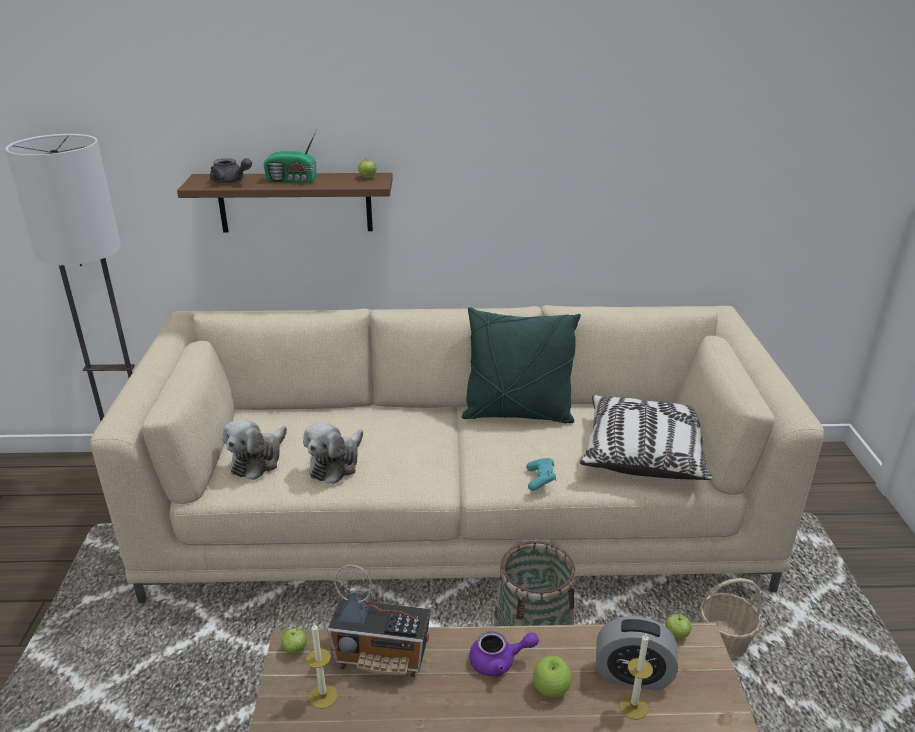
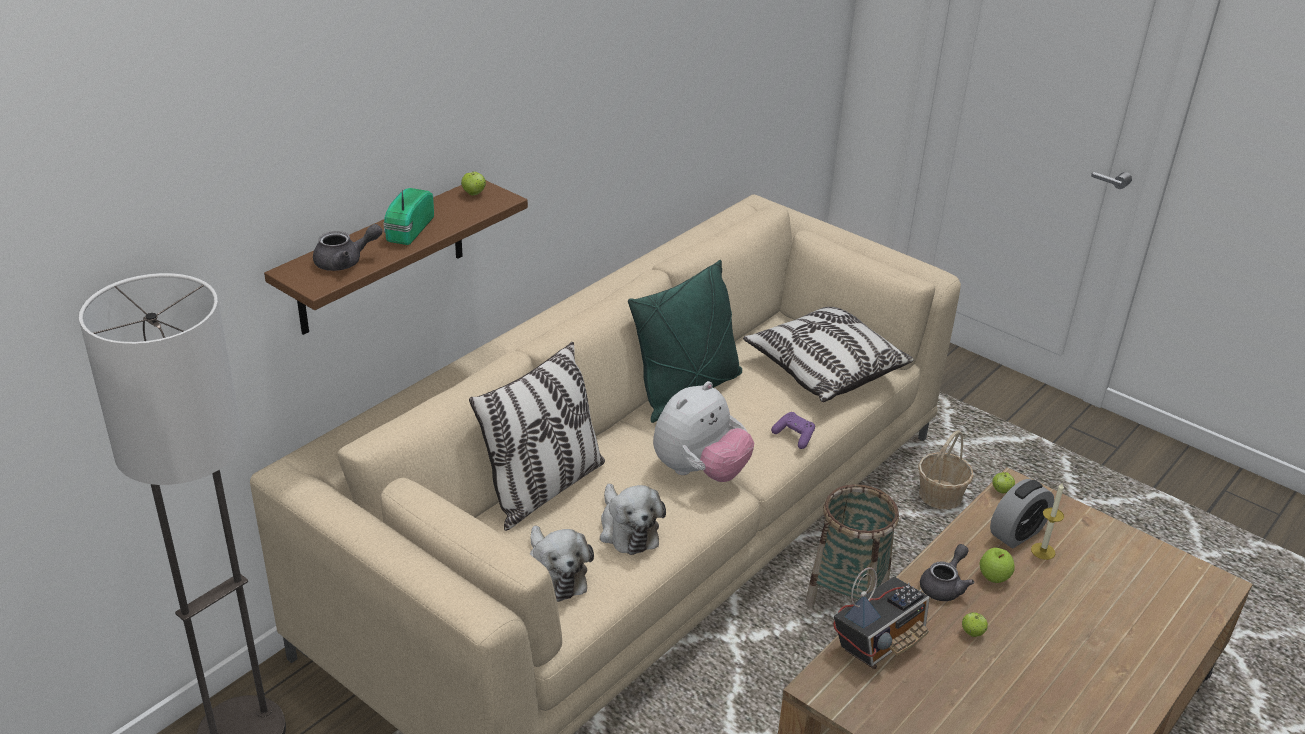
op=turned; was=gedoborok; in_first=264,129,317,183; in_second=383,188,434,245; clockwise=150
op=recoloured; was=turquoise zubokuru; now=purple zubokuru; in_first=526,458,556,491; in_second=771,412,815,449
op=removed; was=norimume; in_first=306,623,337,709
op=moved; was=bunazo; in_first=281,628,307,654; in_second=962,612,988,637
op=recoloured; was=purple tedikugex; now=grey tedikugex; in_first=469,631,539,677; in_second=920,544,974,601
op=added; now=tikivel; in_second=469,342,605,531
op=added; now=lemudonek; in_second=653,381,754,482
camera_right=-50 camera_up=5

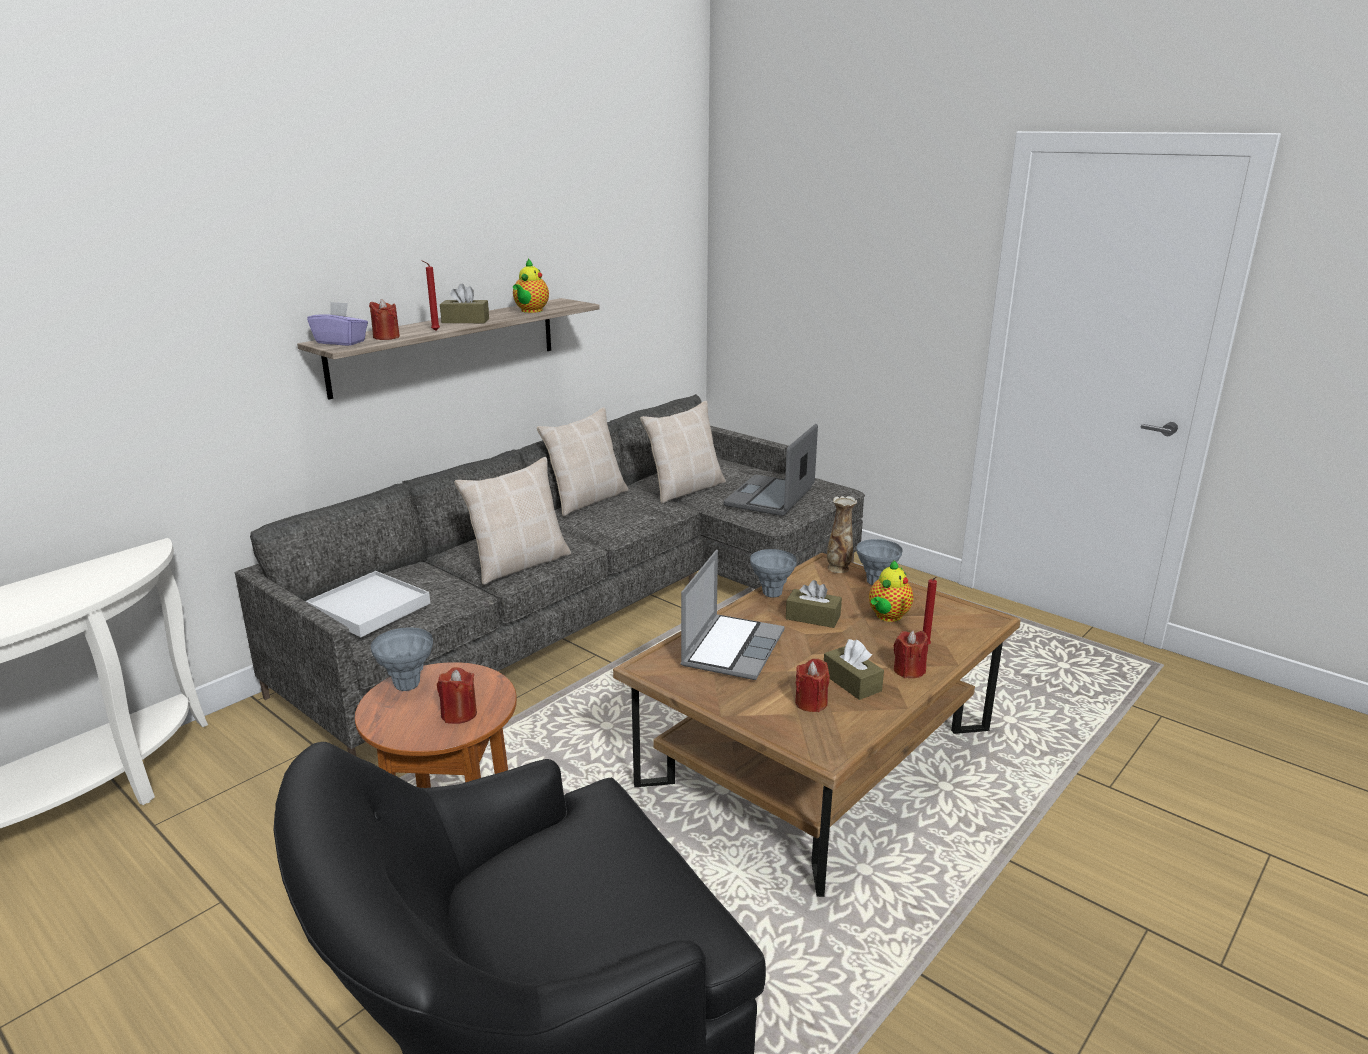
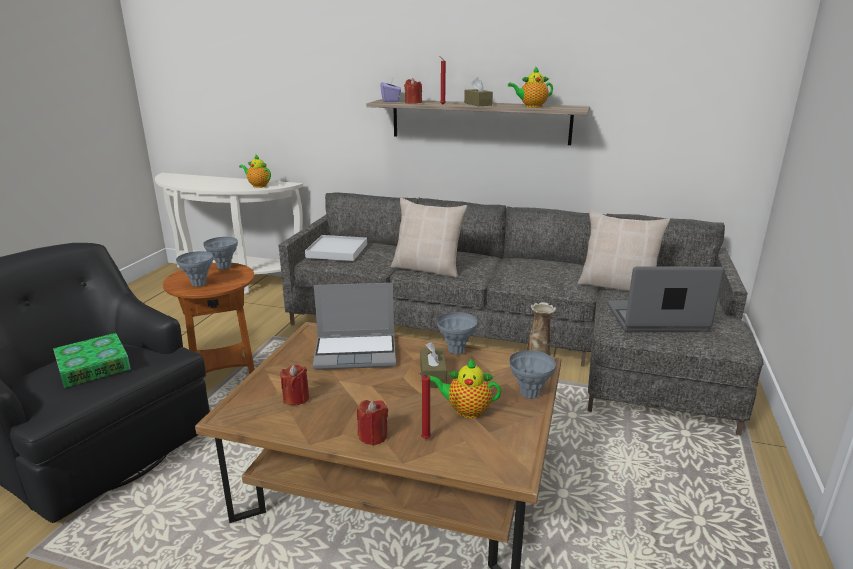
op=removed; was=beige tikivel; in_first=537,407,628,516
op=removed; was=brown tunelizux; in_first=824,639,884,700
op=replaced; was=red norimume; now=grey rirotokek; in_first=437,667,477,724; in_second=176,251,213,287
op=added; now=tedikugex; in_second=239,155,271,188
op=added; now=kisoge; in_second=53,333,131,388
camera_right=65 camera_up=0

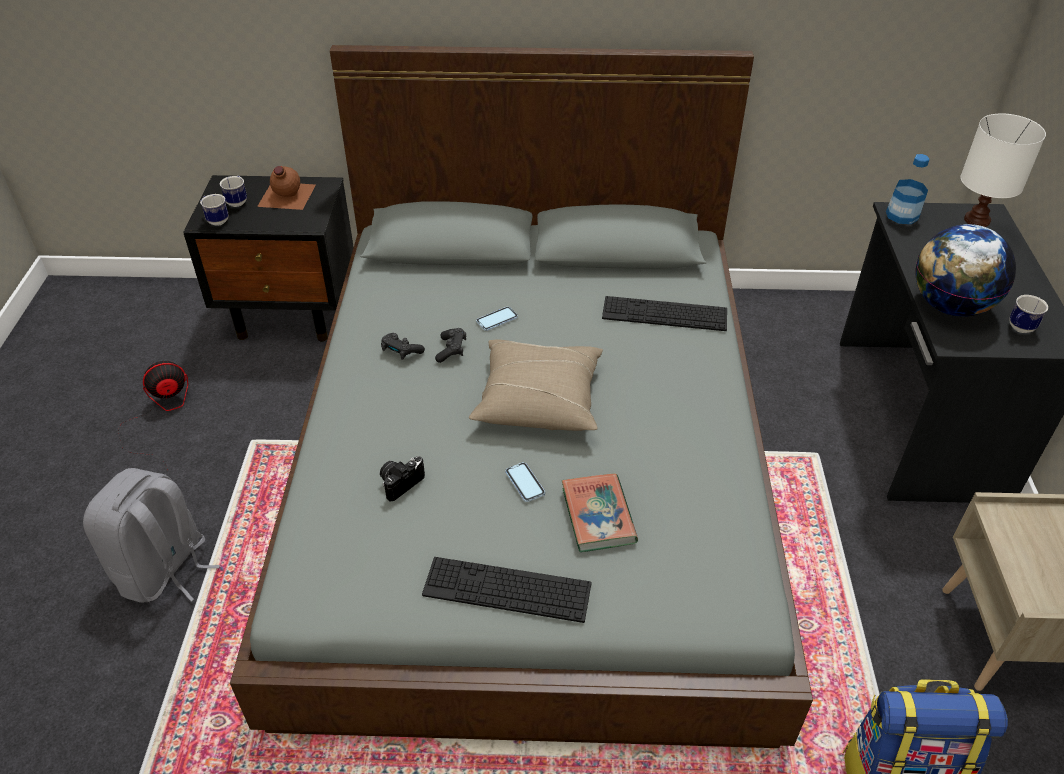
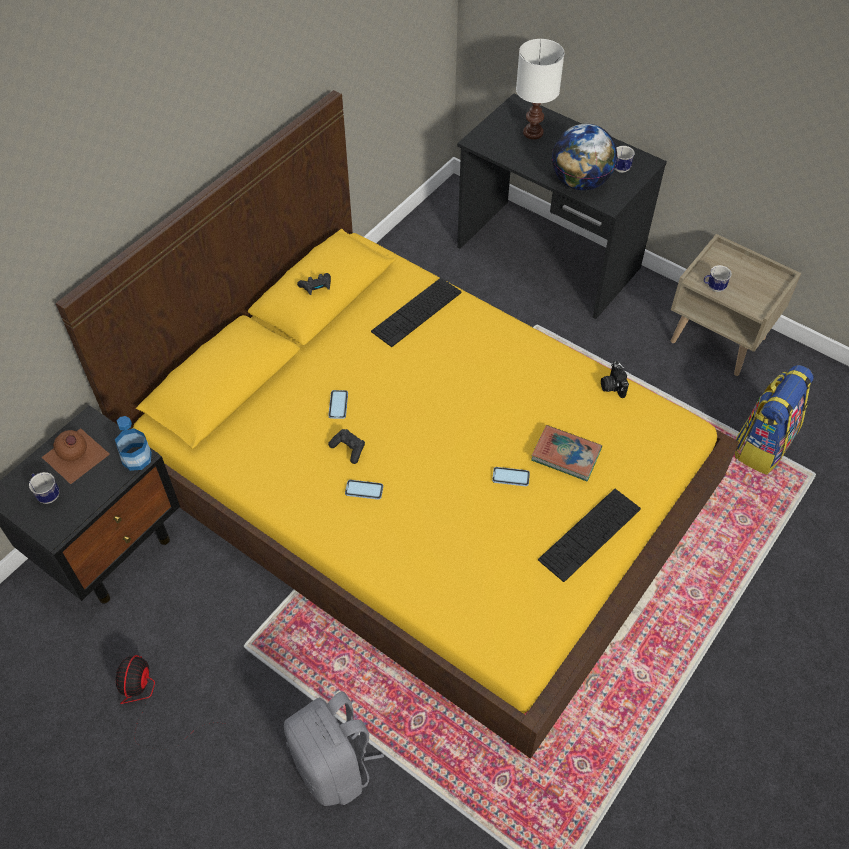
op=recoloured; was=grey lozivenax; now=yellow lozivenax; in_first=230,45,813,748; in_second=56,90,739,759
op=moved; was=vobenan; in_first=886,154,930,224; in_second=115,416,152,471
op=moved; was=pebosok; in_first=200,194,229,226; in_second=704,265,732,292
op=moved; was=black zubokuru; in_first=381,333,425,360; in_second=297,273,331,295
op=removed; was=beige tikivel; in_first=469,339,603,431
op=moved; was=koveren; in_first=380,456,425,502; in_second=601,361,629,398
op=added; now=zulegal; in_second=345,480,383,500
camera_right=-55 camera_up=10

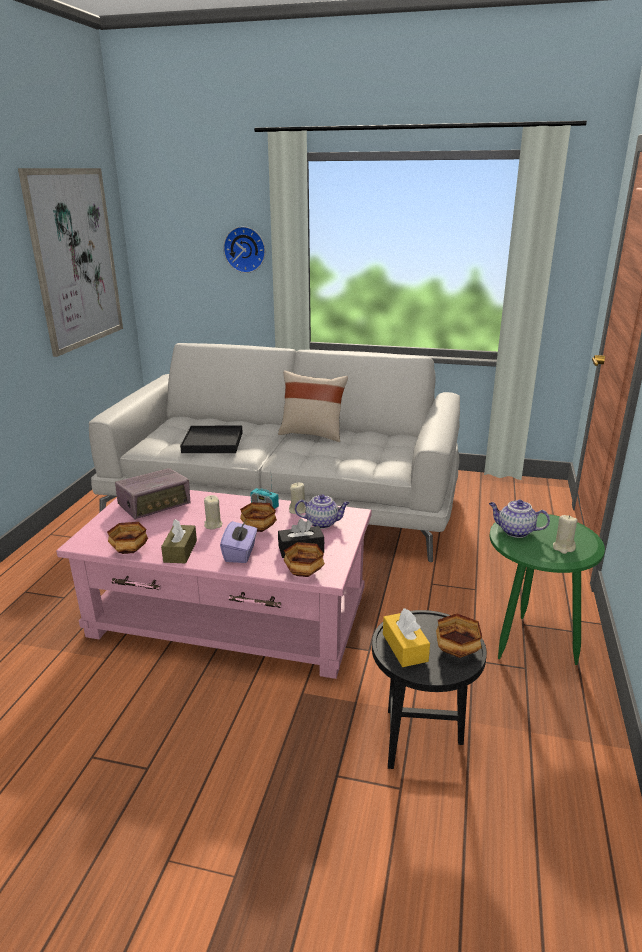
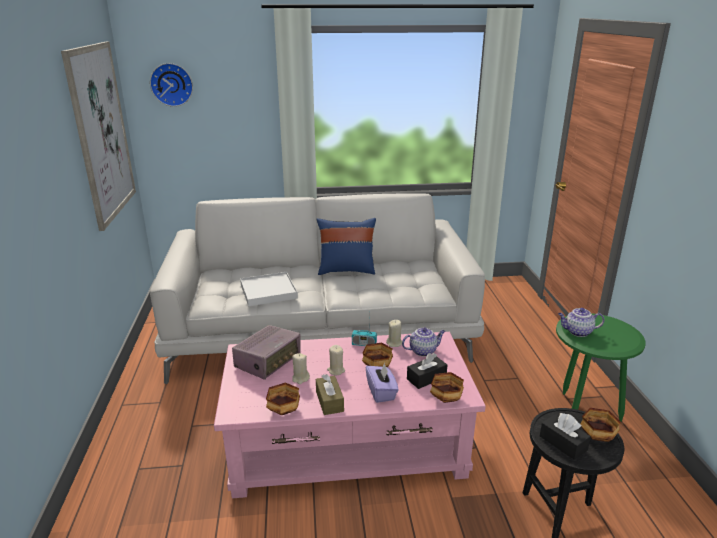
op=moved; was=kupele; in_first=223,226,265,273; in_second=150,63,193,107
op=recoloured; was=beige tikivel; now=blue tikivel; in_first=278,370,348,442; in_second=317,218,376,275
op=recoloured; was=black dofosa; now=white dofosa; in_first=180,426,243,453; in_second=240,272,298,306
op=moved; was=beige norimume; in_first=553,515,578,554; in_second=292,353,310,384
op=recoloured; was=yellow tunelizux; now=black tunelizux; in_first=383,608,430,667; in_second=540,413,591,460
camera_right=-20 camera_up=0

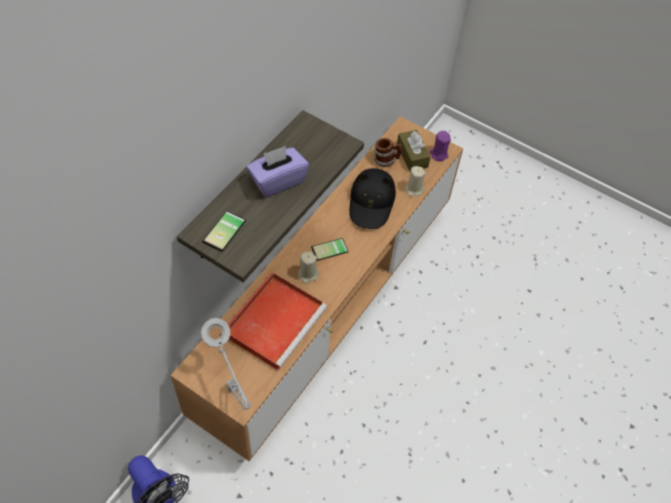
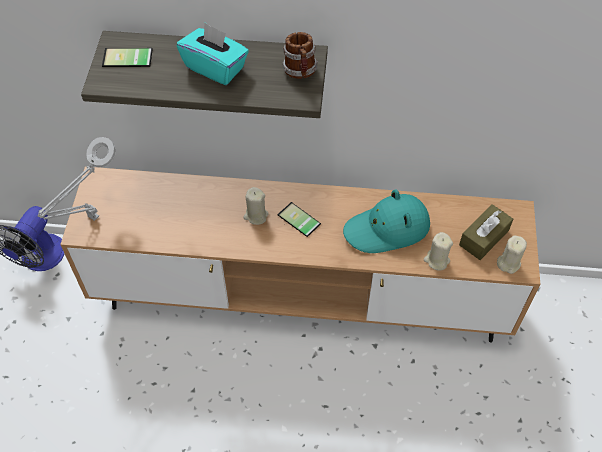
op=recoloured; was=purple norimume; now=beige norimume; in_first=430,131,451,161; in_second=497,236,527,274
op=moved; was=pebosok; in_first=374,138,402,167; in_second=282,32,318,79
op=recoloured; was=purple tunelizux; now=turquoise tunelizux; in_first=247,146,309,197; in_second=177,23,249,85
op=recoloured; was=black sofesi; now=turquoise sofesi; in_first=349,168,396,229; in_second=343,189,430,253
op=removed; was=red dofosa; in_first=228,272,327,370
camera_right=65 camera_up=0

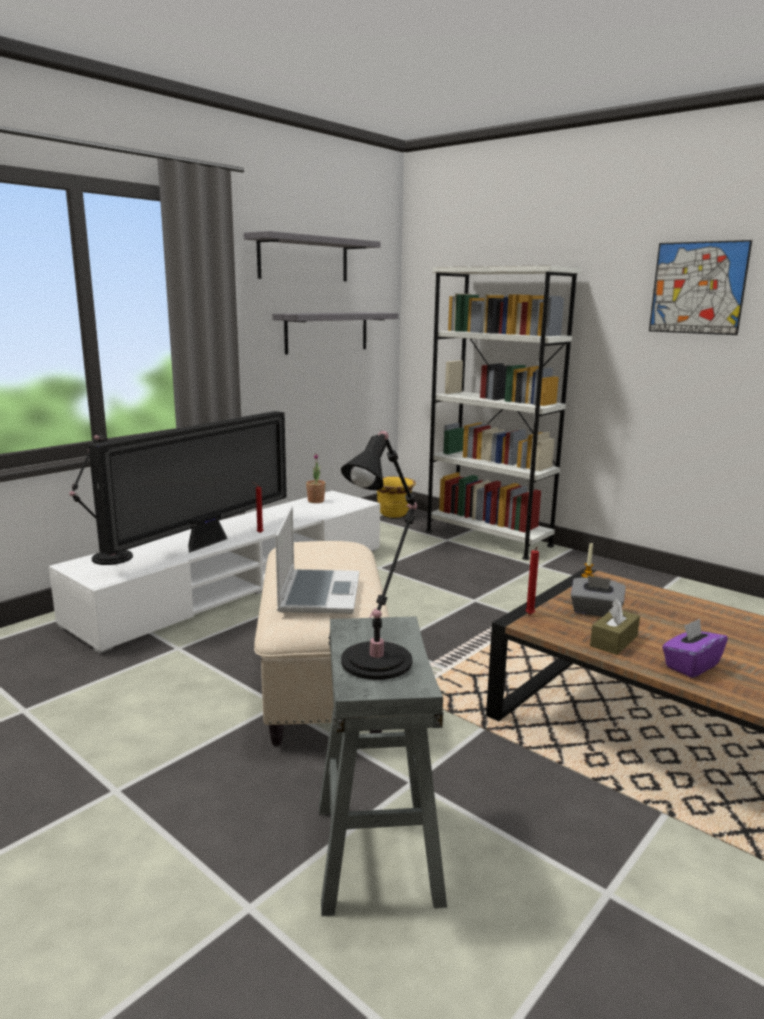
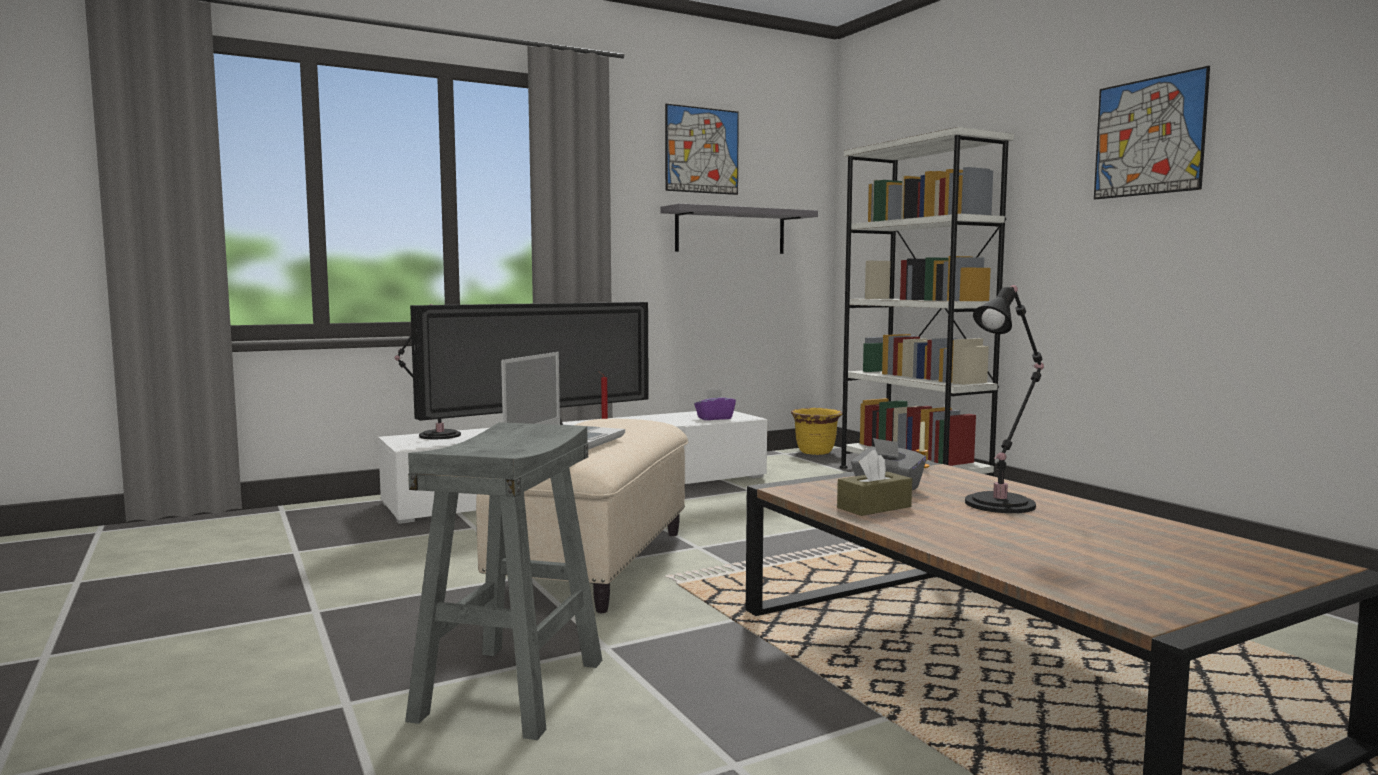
op=replaced; was=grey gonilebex; now=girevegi; in_first=244,231,381,281; in_second=665,104,739,195
op=moved; was=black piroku; in_first=341,430,417,680; in_second=965,285,1044,513
op=removed; was=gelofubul; in_first=306,454,326,503
op=removed; was=red norimume; in_first=525,547,539,615
op=moved; was=purple tunelizux; in_first=662,619,728,678; in_second=694,389,736,420
camera_right=20 camera_up=-10

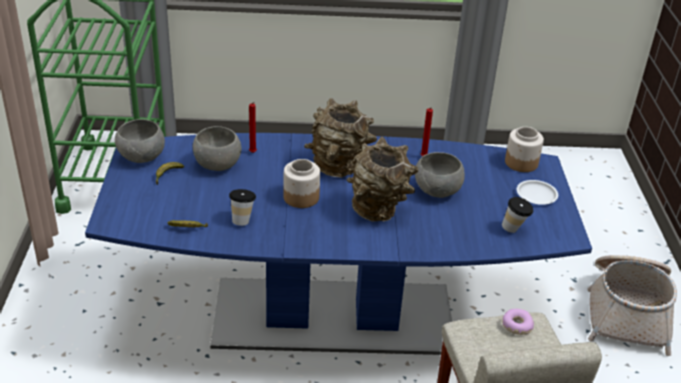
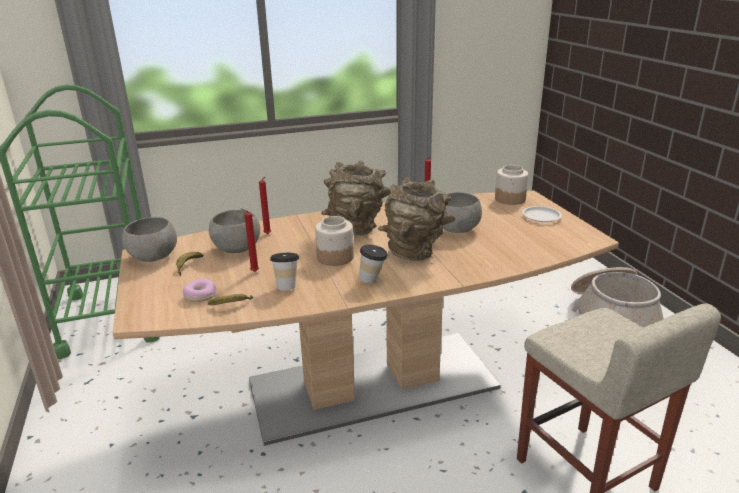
op=recoloured; was=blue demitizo; now=brown demitizo; in_first=85,133,592,355; in_second=113,191,619,446
op=moved; was=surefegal; in_first=502,197,533,233; in_second=359,245,388,284
op=moved; was=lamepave; in_first=502,309,534,335; in_second=183,279,216,302
op=added; now=red norimume; in_second=242,209,259,272
camera_right=-15 camera_up=-10

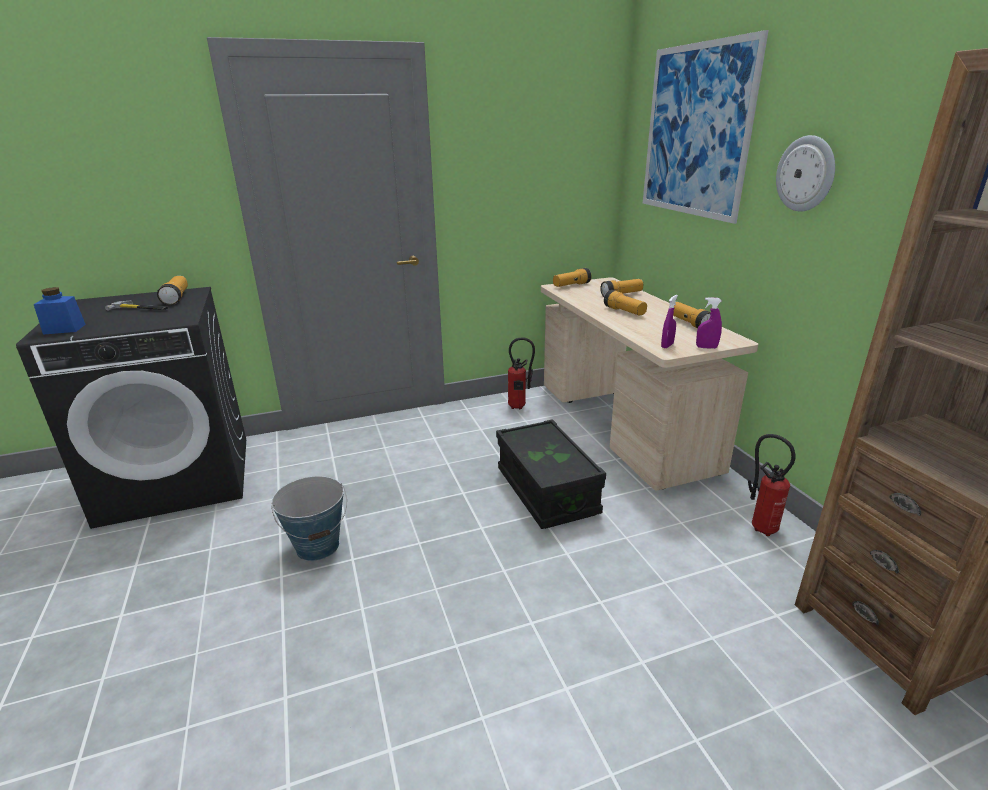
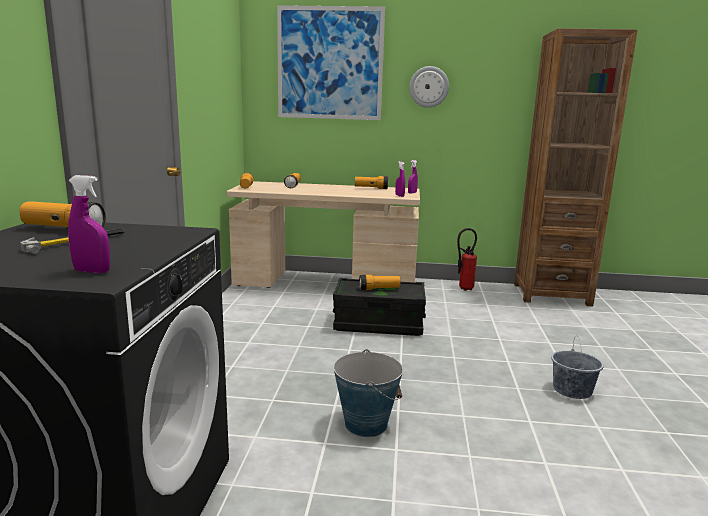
op=replaced; was=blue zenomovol; now=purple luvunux; in_first=34,287,86,335; in_second=68,175,110,273
op=moved; was=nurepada; in_first=604,290,647,316; in_second=359,275,400,290
op=removed; was=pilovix; in_first=508,337,535,409
op=added; now=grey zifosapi; in_second=551,336,604,399
camera_right=-65 camera_up=-10

